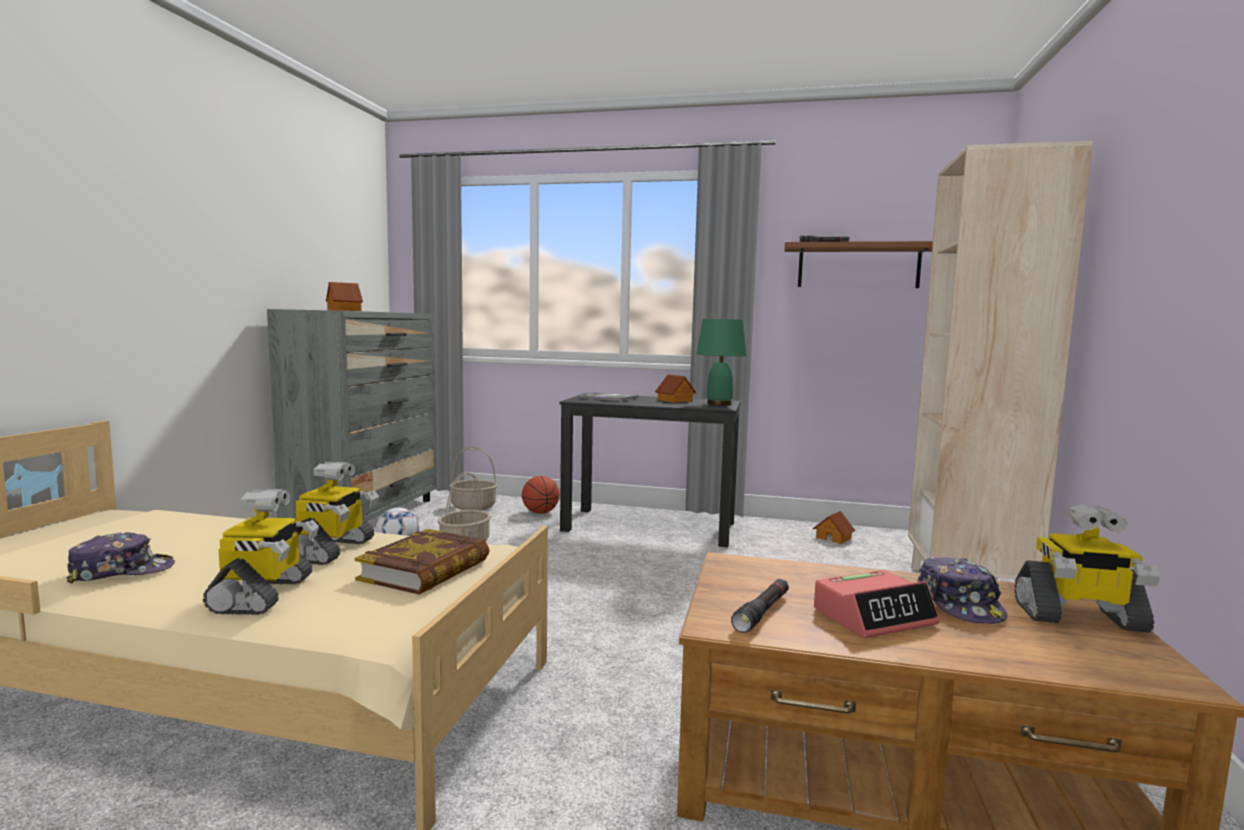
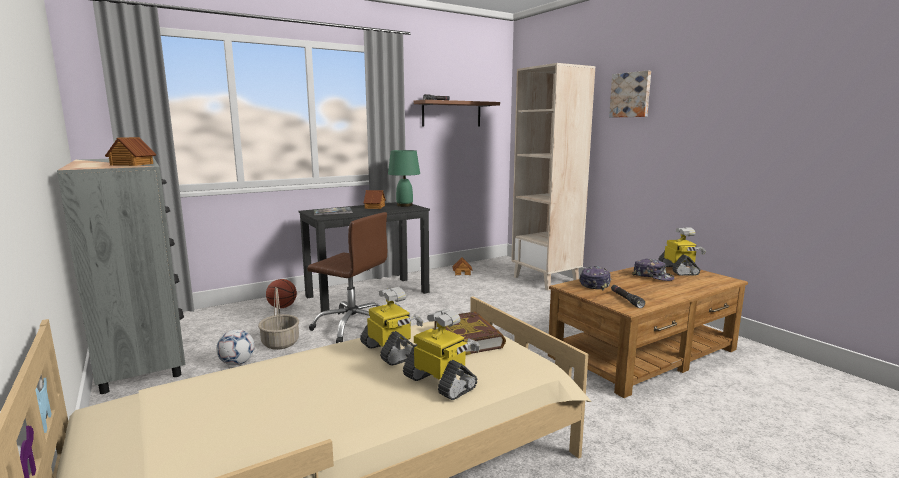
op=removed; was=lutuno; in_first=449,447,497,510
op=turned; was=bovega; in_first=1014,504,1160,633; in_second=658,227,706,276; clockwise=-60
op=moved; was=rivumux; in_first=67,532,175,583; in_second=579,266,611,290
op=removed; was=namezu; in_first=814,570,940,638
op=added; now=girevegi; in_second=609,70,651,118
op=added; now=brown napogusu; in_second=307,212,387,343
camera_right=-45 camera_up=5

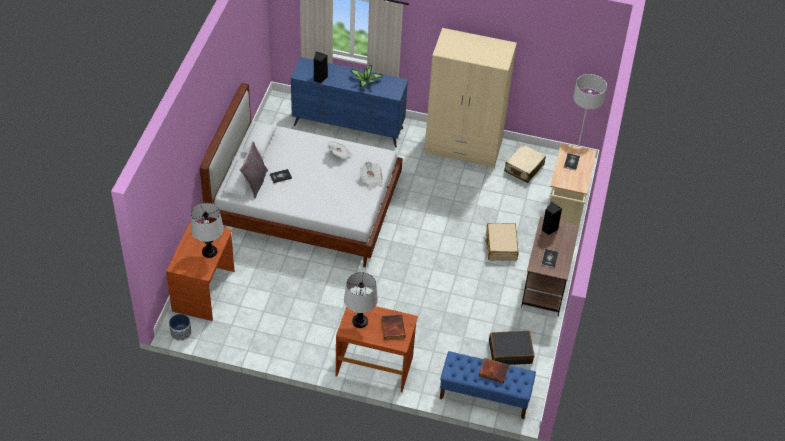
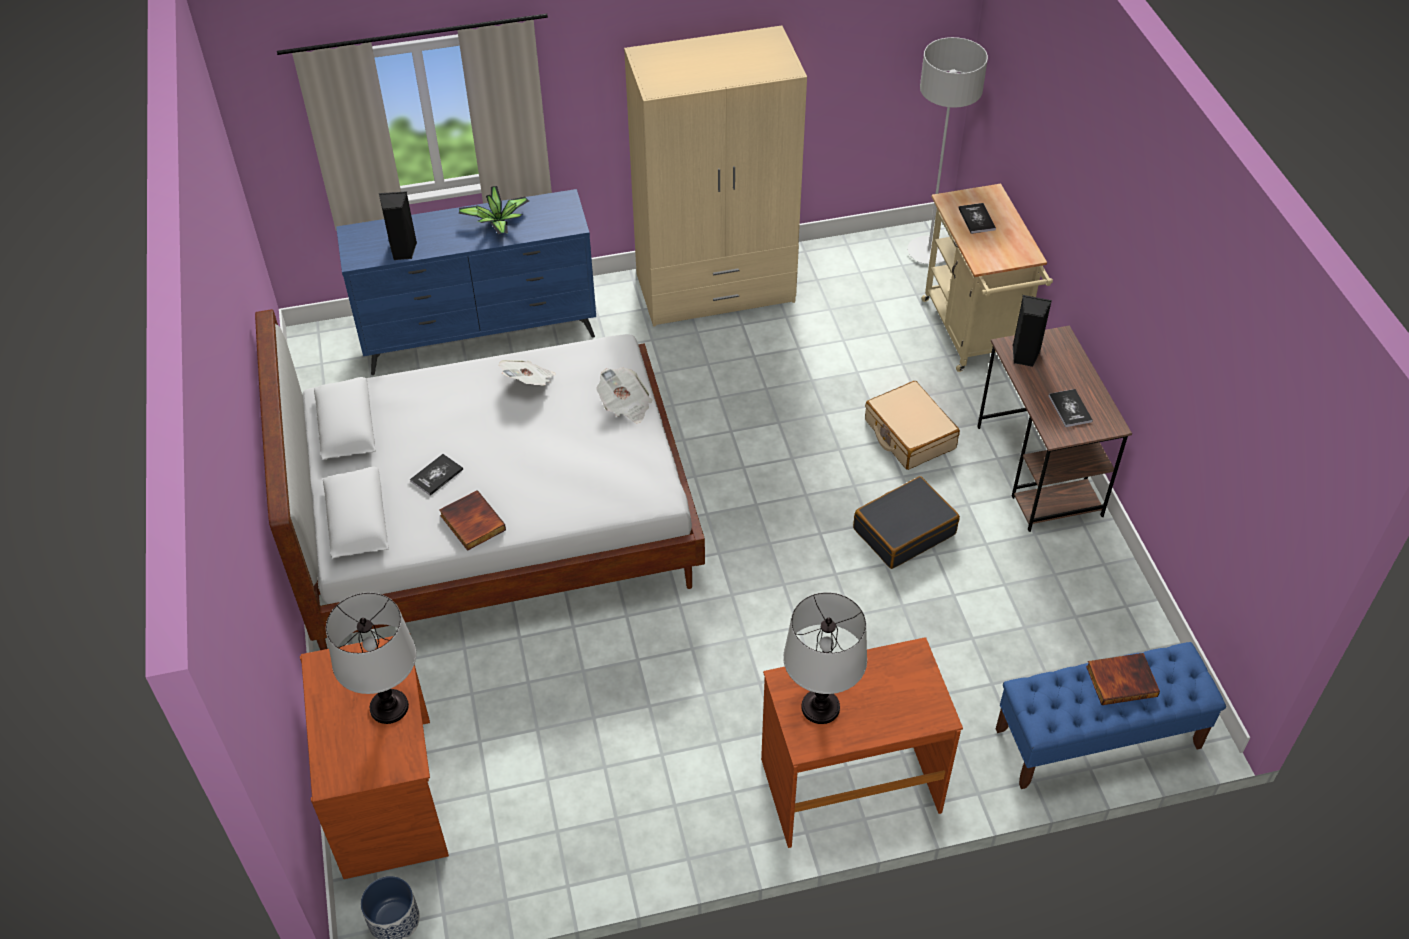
op=removed; was=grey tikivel; in_first=240,141,268,199
op=removed; was=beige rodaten; in_first=504,144,546,183
op=moved; was=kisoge; in_first=381,315,405,340; in_second=439,490,506,551
op=moved; was=black rodaten; in_first=489,331,534,365; in_second=853,476,960,569
camera_right=-25 camera_up=0

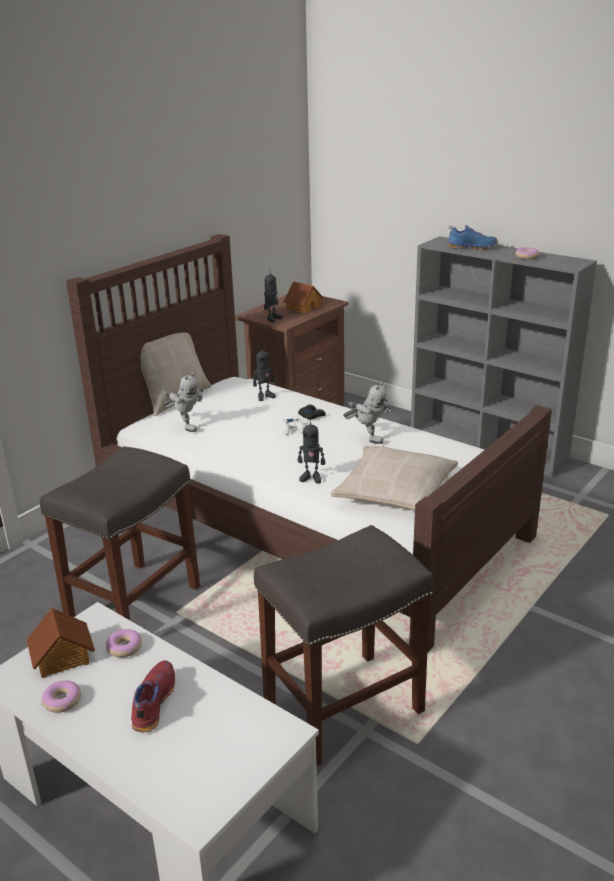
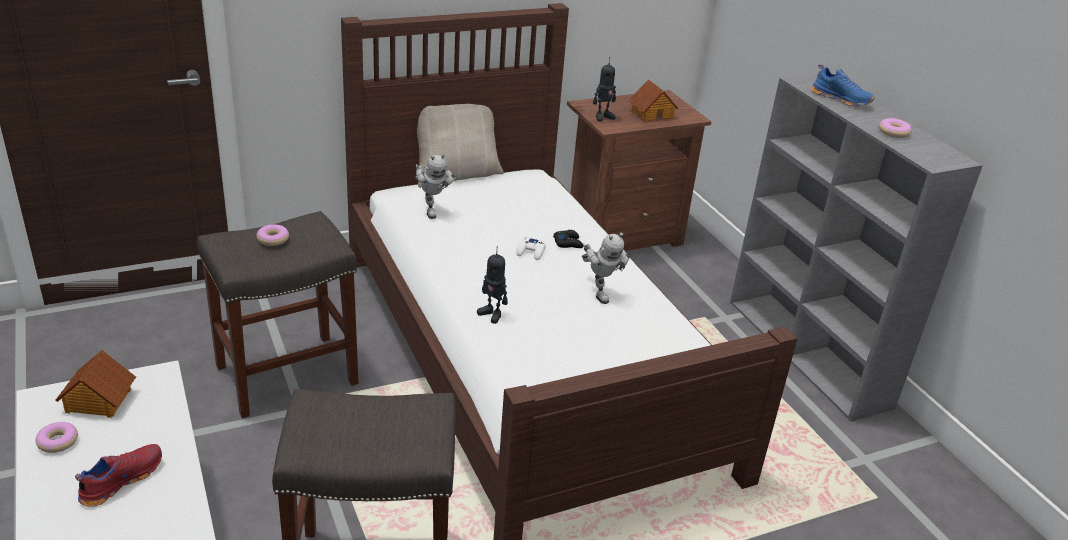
op=removed; was=bovega; in_first=253,344,276,401
op=removed; was=beige tikivel; in_first=331,446,458,510
op=moved; was=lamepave; in_first=106,629,142,657; in_second=256,224,289,246
camera_right=25 camera_up=5

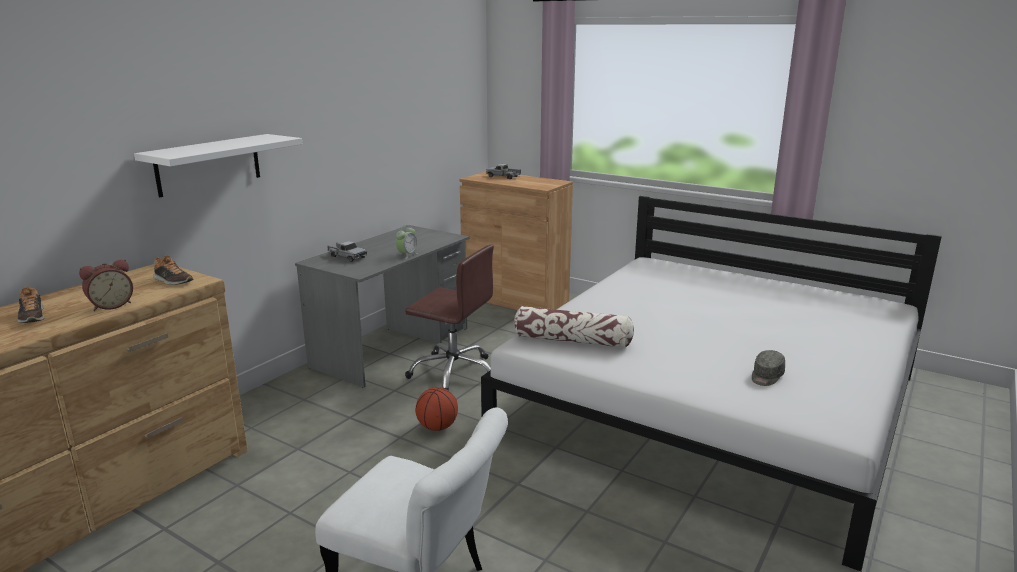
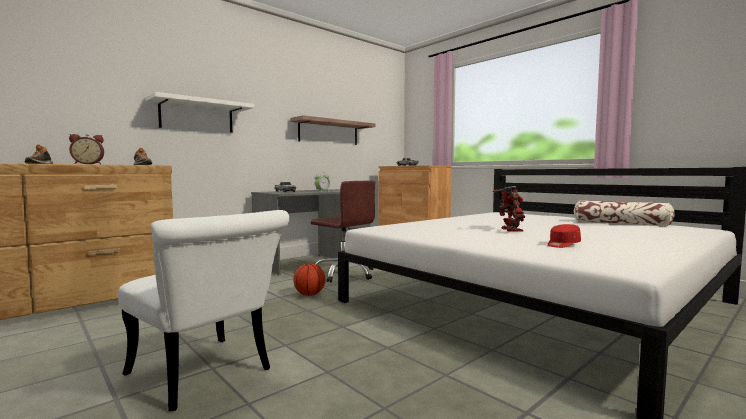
op=moved; was=tikivel; in_first=514,306,634,348; in_second=574,200,675,226
op=recoloured; was=grey rivumux; now=red rivumux; in_first=752,350,785,386; in_second=547,224,581,248
op=added; now=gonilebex; in_second=290,115,376,145
op=added; now=bovega; in_second=493,186,525,232
camera_right=15 camera_up=-15

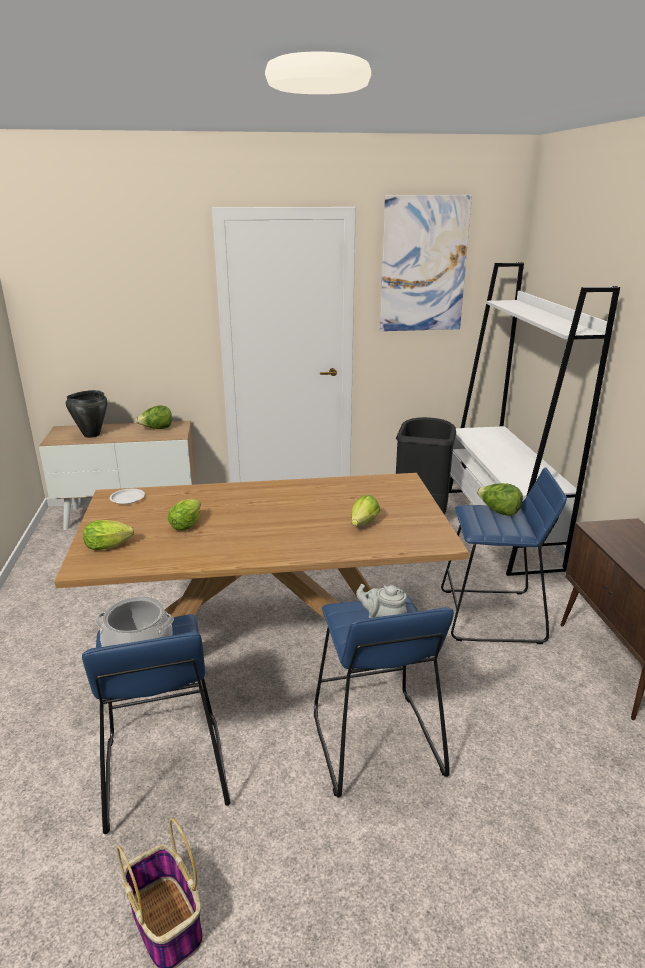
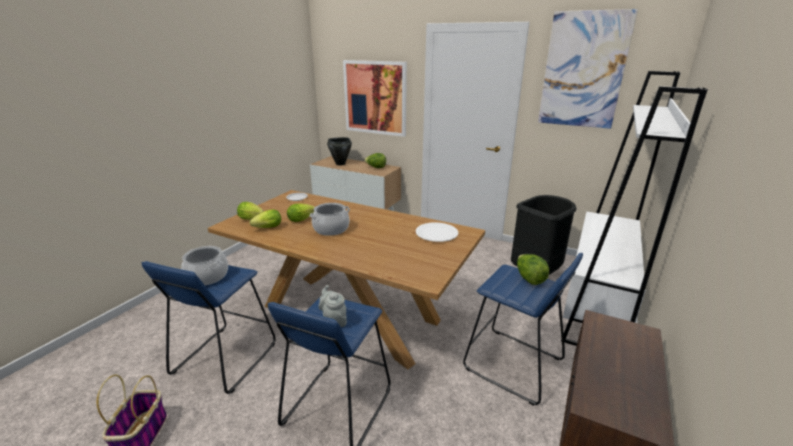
op=moved; was=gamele; in_first=351,495,380,526; in_second=250,209,281,228
op=added; now=girevegi; in_second=343,60,407,137
op=added; now=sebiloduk; in_second=309,203,350,236
op=added; now=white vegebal; in_second=416,222,459,242
camera_right=35 camera_up=0

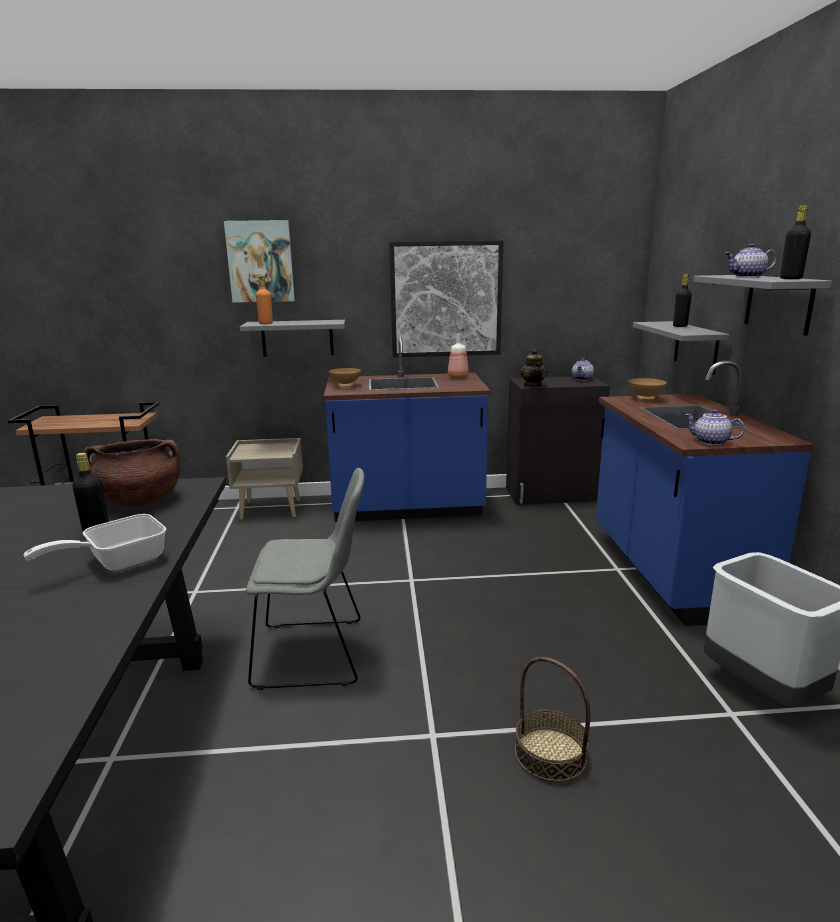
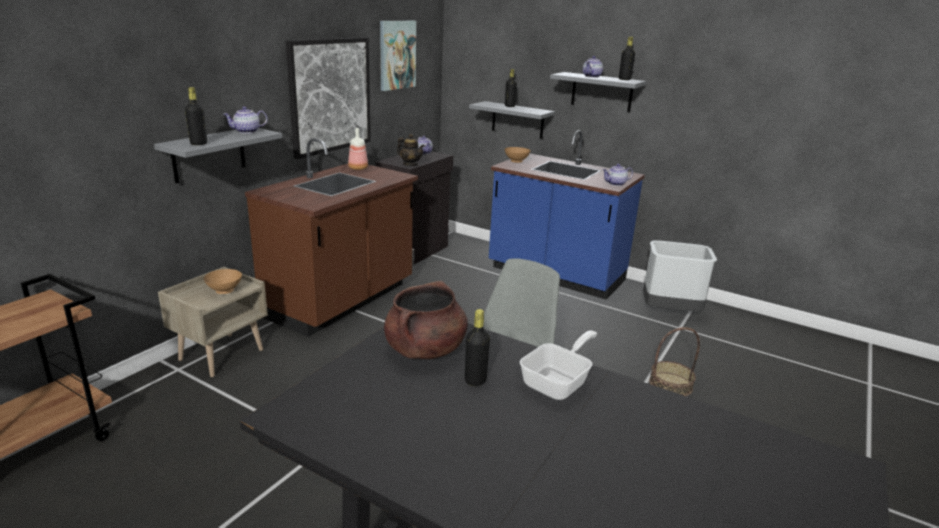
op=moved; was=girevegi; in_first=224,220,295,303; in_second=380,21,416,91
op=recoloured; was=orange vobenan; now=black vobenan; in_first=256,276,273,324; in_second=185,87,207,145
op=recoloured; was=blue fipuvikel; now=brown fipuvikel; in_first=323,337,491,522; in_second=245,138,418,337
op=moved; was=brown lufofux; in_first=329,368,361,387; in_second=204,269,242,294
op=turned; was=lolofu; in_first=23,514,166,571; in_second=520,330,598,400; clockwise=-135
op=added; now=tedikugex; in_second=223,106,268,133
camera_right=-55 camera_up=5

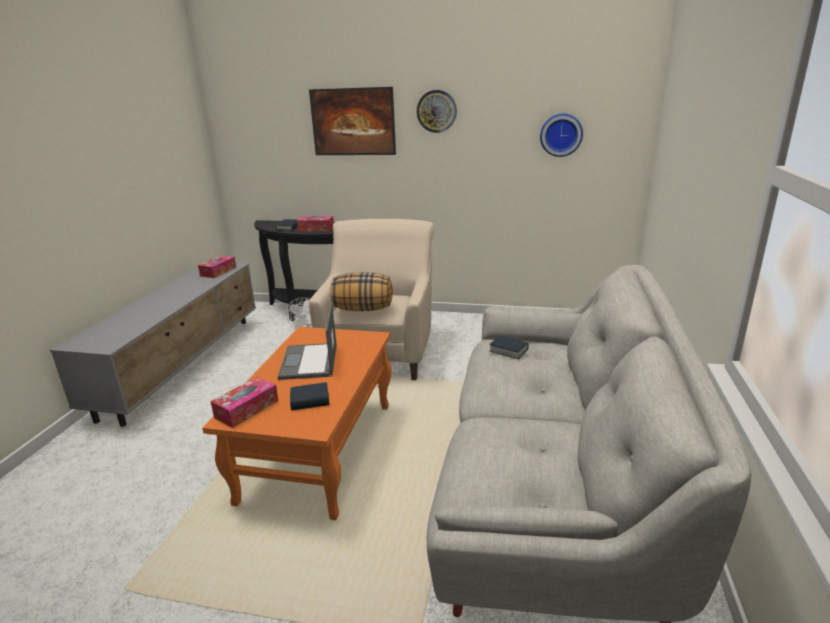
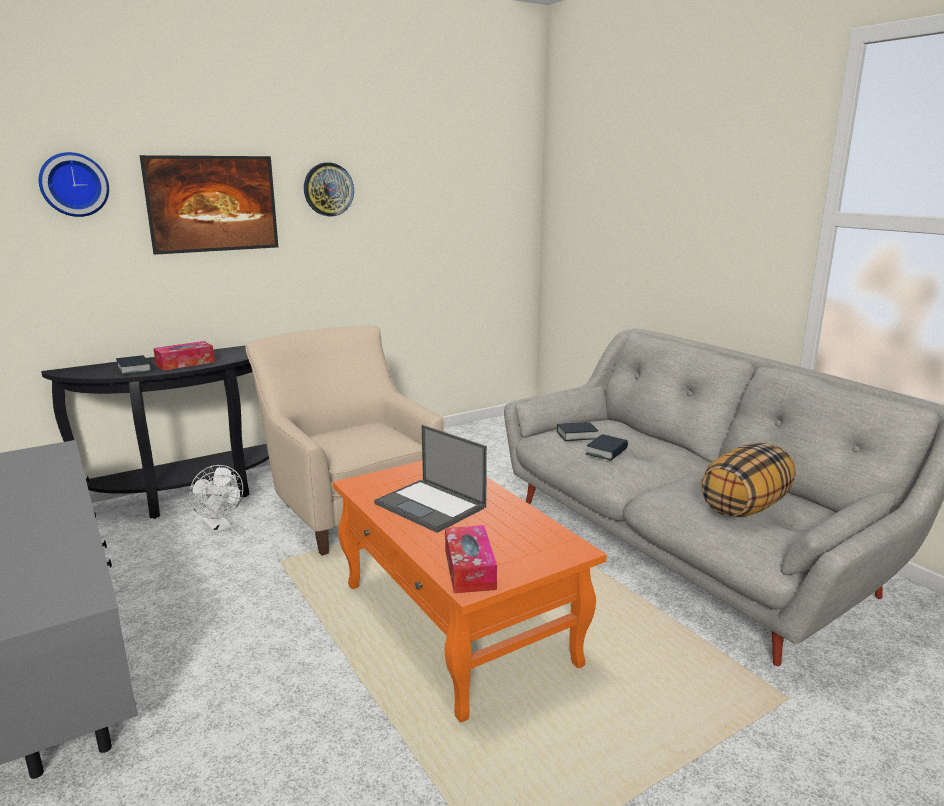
op=moved; was=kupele; in_first=540,114,583,157; in_second=39,152,109,217
op=removed; was=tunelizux; in_first=198,255,236,278
op=moved; was=tikivel; in_first=330,272,393,311; in_second=701,443,796,517
op=moved; was=kisoge; in_first=290,382,329,410; in_second=585,434,628,461
camera_right=-45 camera_up=-5

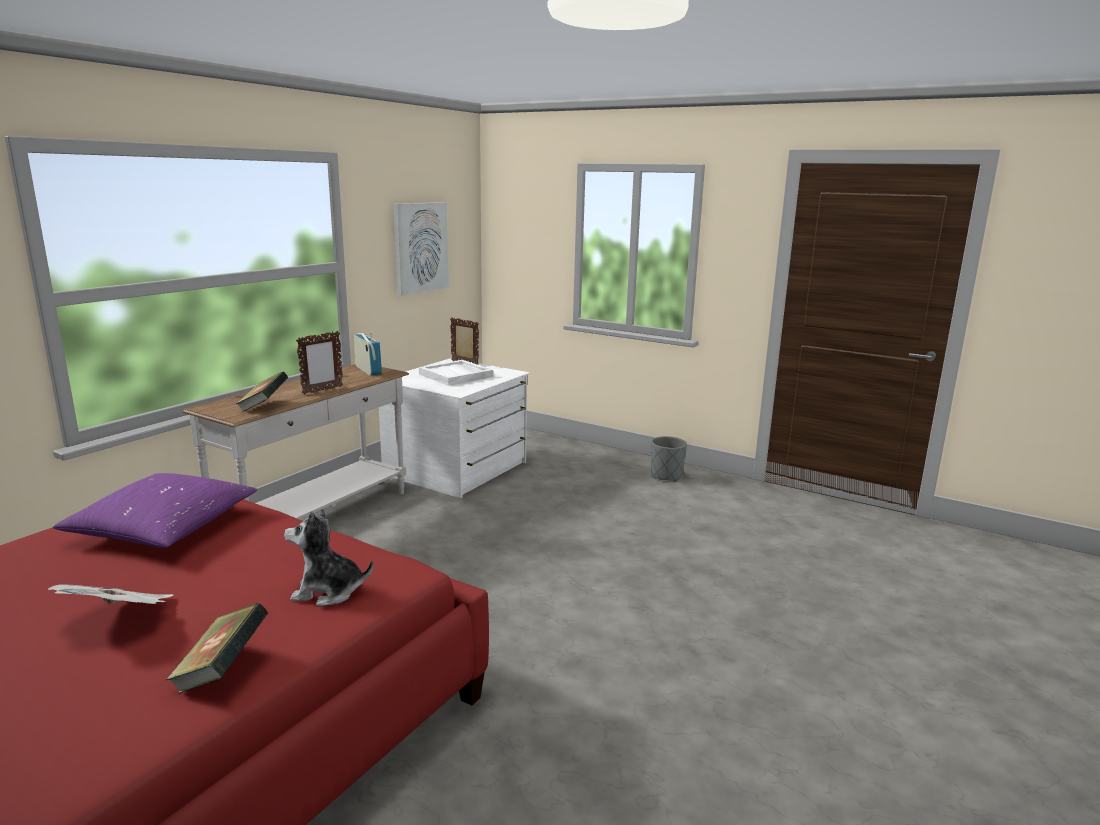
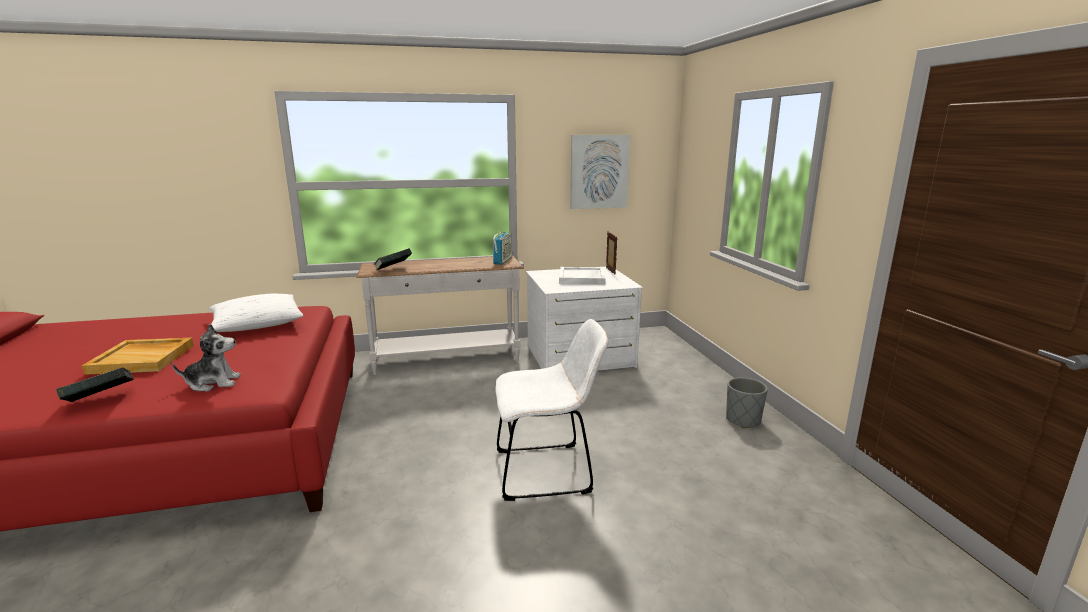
op=removed; was=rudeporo; in_first=296,331,343,395
op=recoloured; was=purple tikivel; now=white tikivel; in_first=53,473,257,548; in_second=209,293,304,332
op=turned; was=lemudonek; in_first=284,508,373,606; in_second=172,324,240,391; clockwise=120
op=replaced; was=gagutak; now=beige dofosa; in_first=48,584,173,604; in_second=82,338,194,375
op=added; now=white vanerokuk; in_second=496,319,608,501
camera_right=45 camera_up=0

